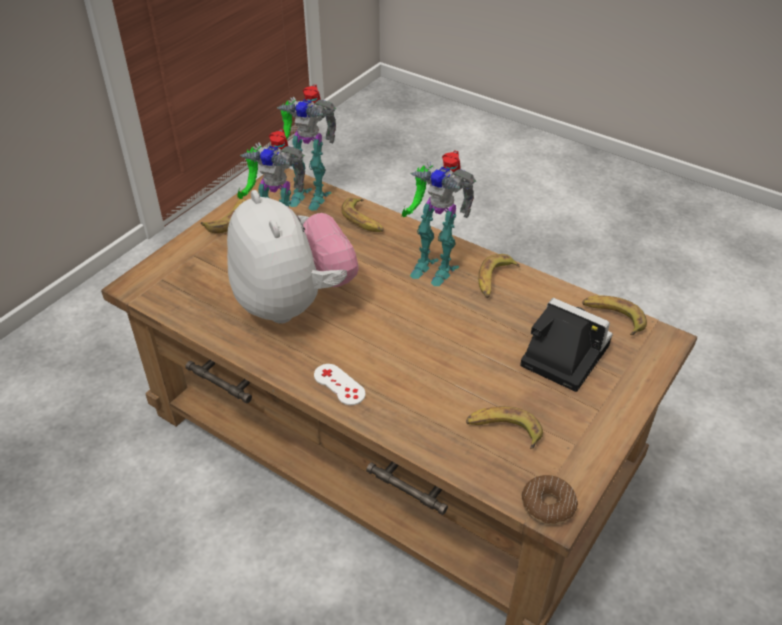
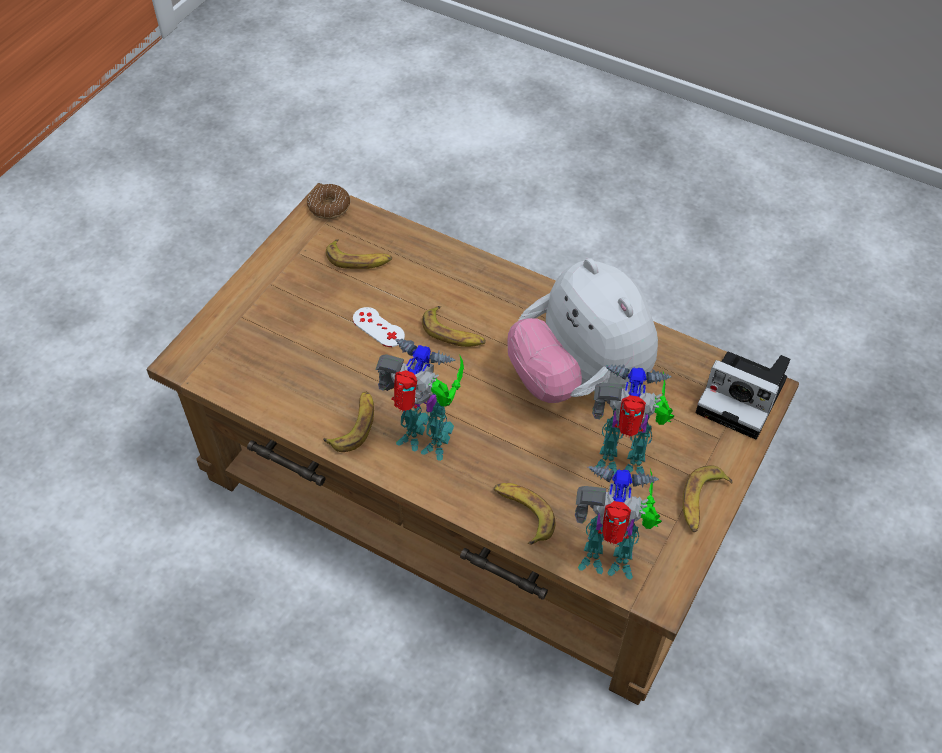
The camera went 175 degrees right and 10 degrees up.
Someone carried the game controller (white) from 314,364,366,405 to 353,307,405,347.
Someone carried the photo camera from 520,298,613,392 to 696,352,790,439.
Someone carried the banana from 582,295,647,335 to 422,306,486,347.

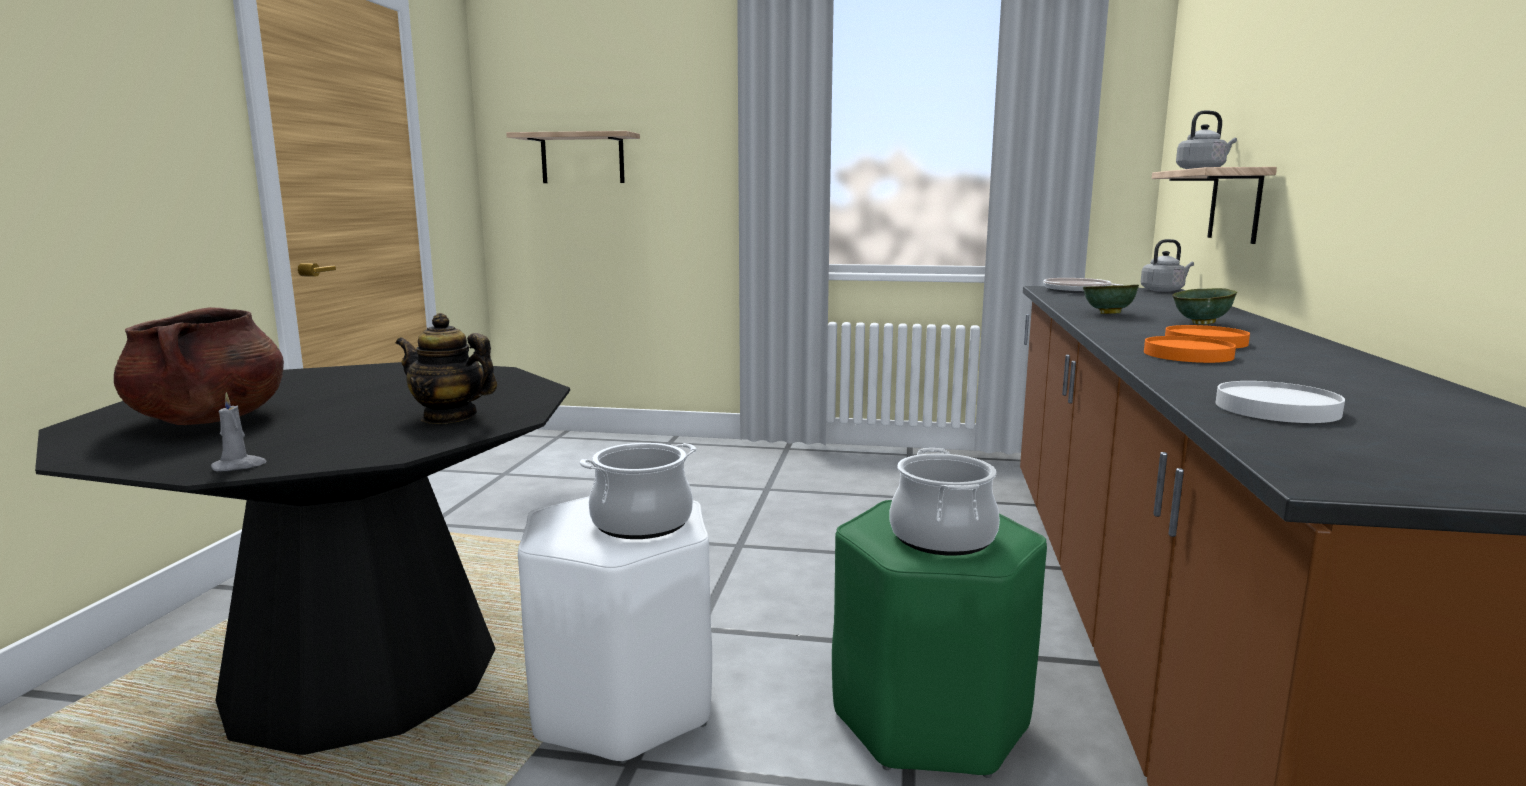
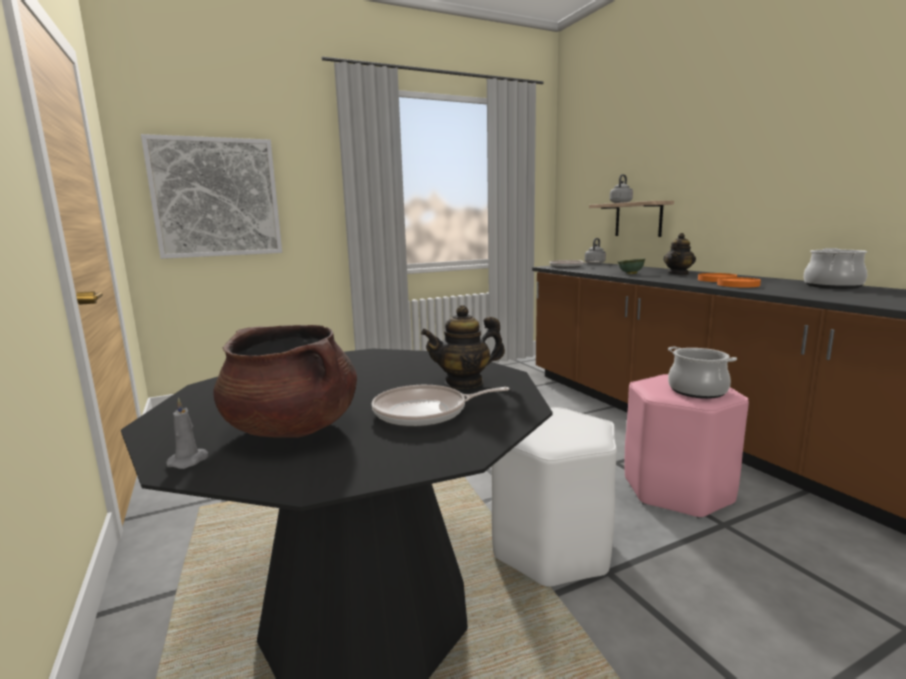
The camera went 35 degrees left and 0 degrees up.
Someone took away the plate (white) at 1216,381,1345,423.
Someone put down the frying pan at 371,385,510,427.
Someone carried the candle (grey) from 211,392,267,472 to 166,397,208,469.
Someone carried the cooking pot from 579,443,696,539 to 803,248,867,289.
Someone swapped the shelf at 506,131,640,183 for the picture at 141,134,282,259.
Someone swapped the bowl (green) at 1172,288,1237,324 for the teapot at 663,233,696,275.
Someone repainted the stool (green) at 832,500,1047,778, which became the stool (pink) at 625,374,749,519.

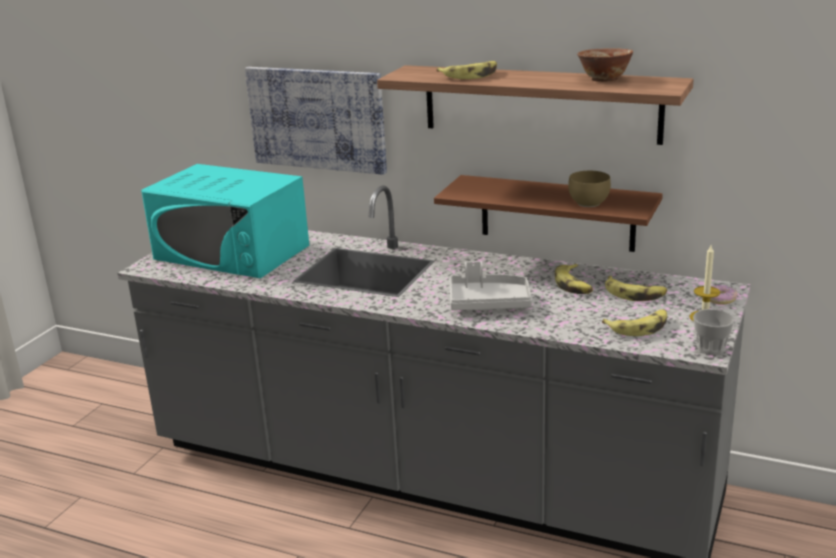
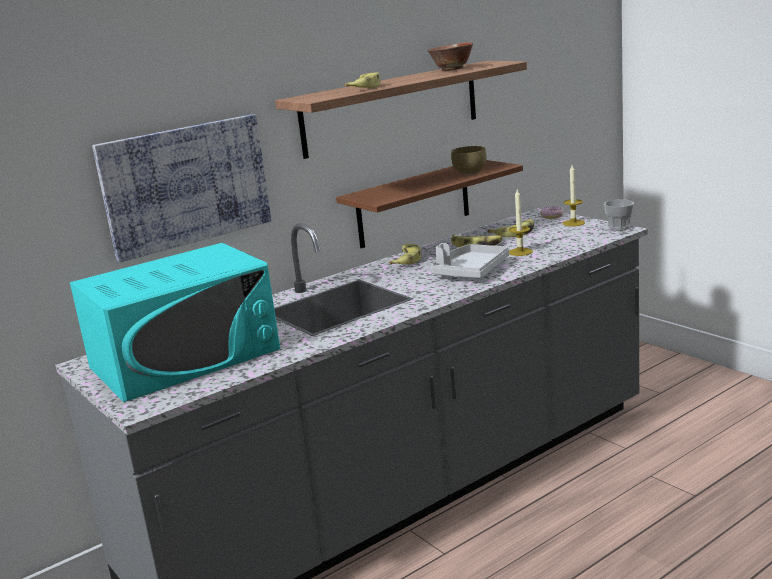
The camera went 60 degrees left and 5 degrees down.
Someone put down the candle at 509,189,533,256.
Someone carried the banana from 602,310,667,336 to 389,244,421,265.

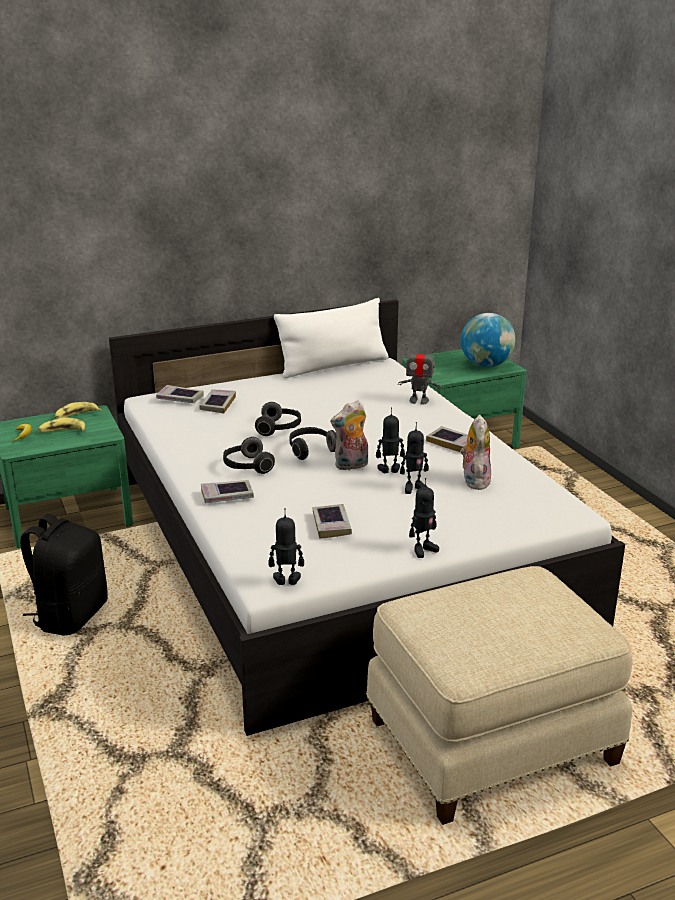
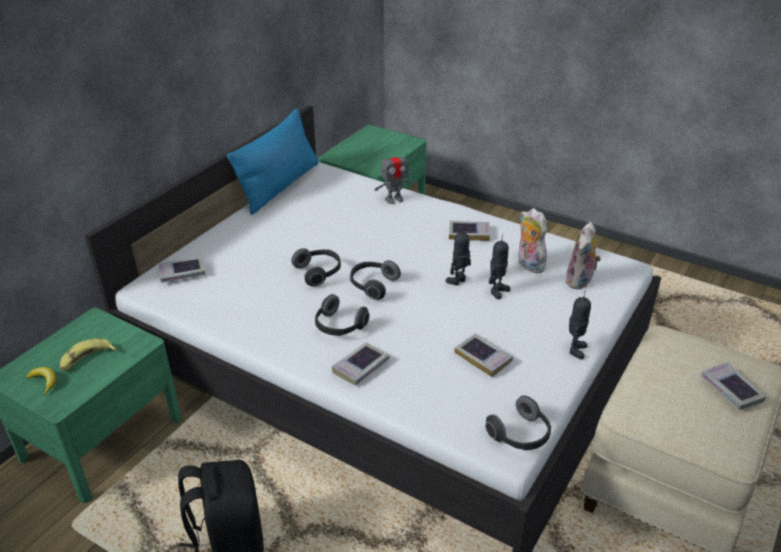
The camera went 35 degrees left and 10 degrees up.
Someone took away the banana at 55,402,102,419.
Someone took away the globe at 461,313,516,367.
Someone carried the book from 199,390,236,413 to 701,362,766,410.
Someone carried the plush toy from 330,400,368,471 to 565,222,601,290.
Someone swapped the toy robot at 268,508,304,585 for the headphones at 485,395,551,450.
Someone repainted the pillow (white) at 274,298,389,378, which became the pillow (blue) at 227,108,319,215.

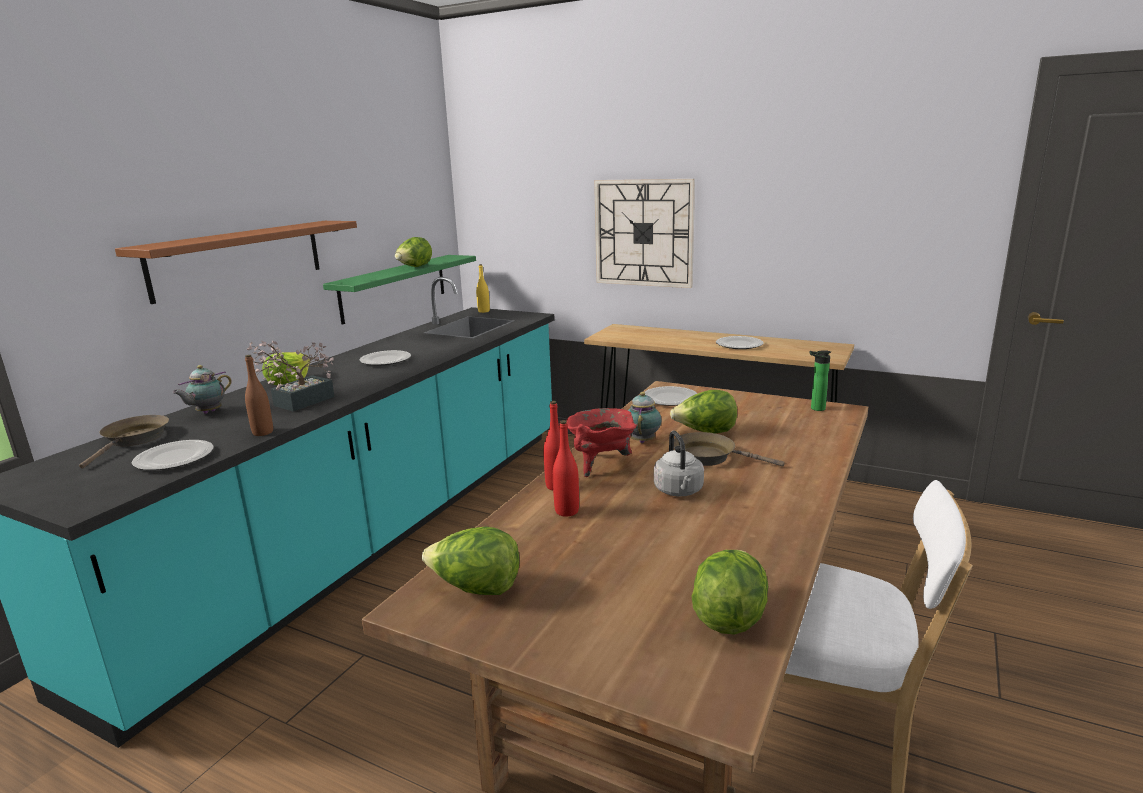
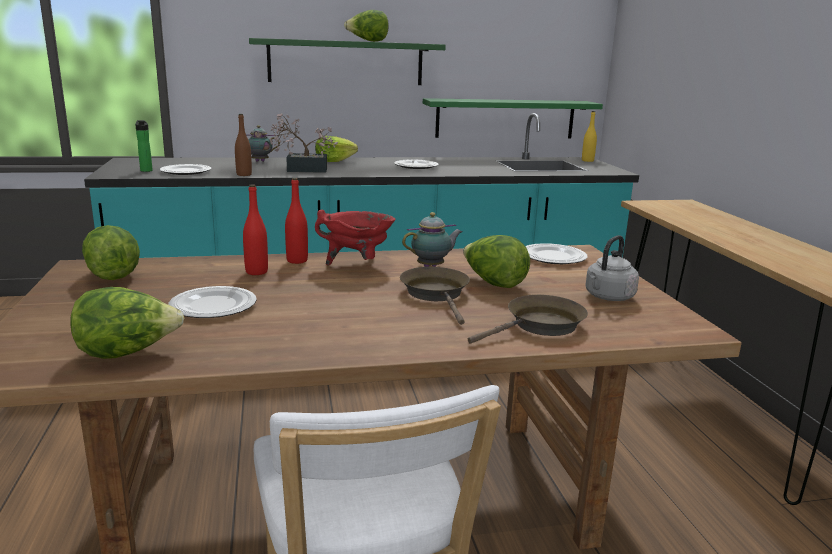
The camera went 50 degrees right and 0 degrees up.
Someone took away the wall clock at 594,179,695,288.
Someone carried the frying pan (brown) from 79,415,169,469 to 468,295,588,344.
Someone carried the lettuce from 395,237,432,267 to 344,10,389,42.
Someone carried the kettle (grey) from 654,431,704,496 to 586,235,639,301.
Someone carried the plate from 716,336,764,349 to 168,286,257,318.
Someone carried the bottle from 810,350,831,411 to 135,120,153,172.
Someone repainted the shelf (brown) at 115,221,357,304, which became the shelf (green) at 249,38,446,85.

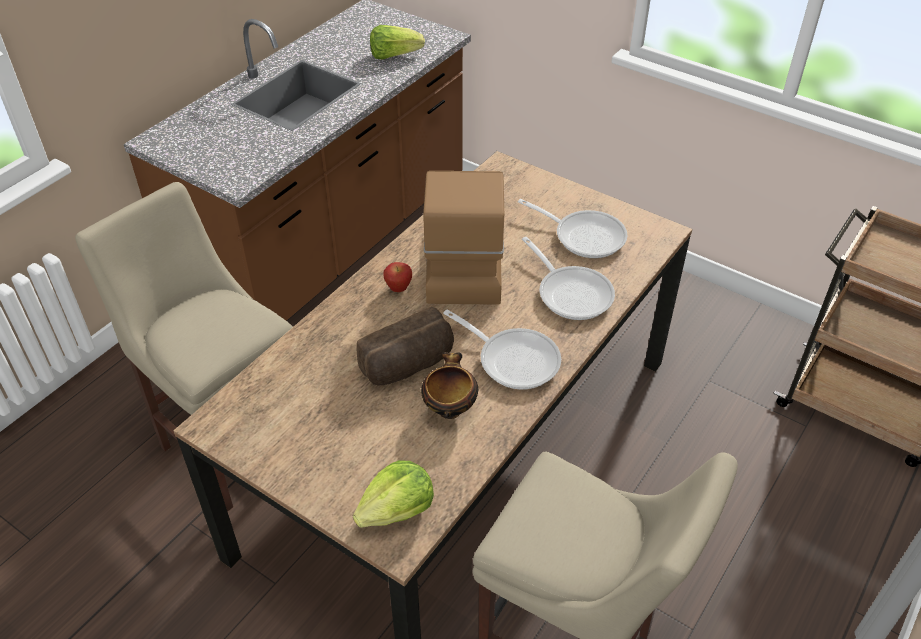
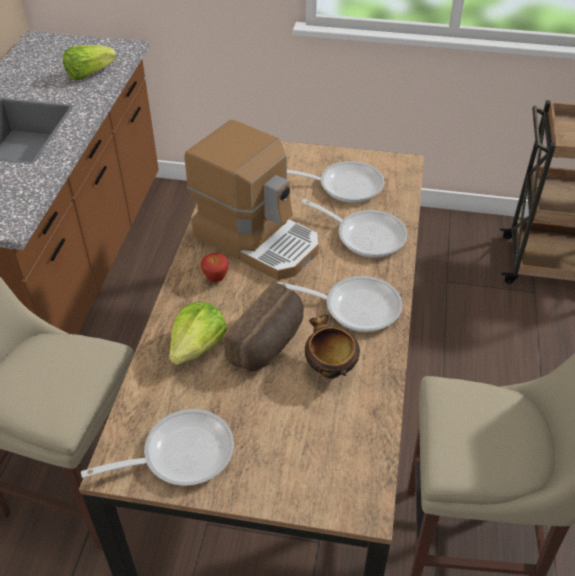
The camera went 25 degrees left and 0 degrees up.
Someone put down the frying pan at 81,409,234,486.
Someone carried the lettuce from 353,460,434,528 to 169,302,227,365.
Someone rotated the coffee machine at 423,171,504,305 by 150 degrees clockwise.

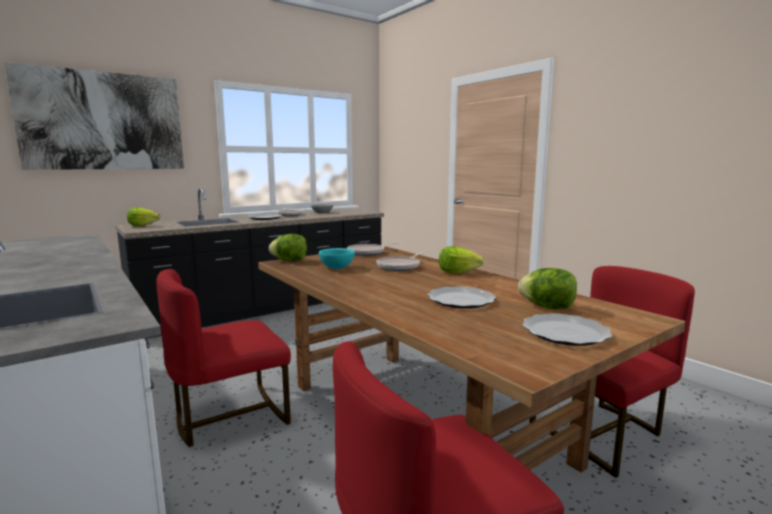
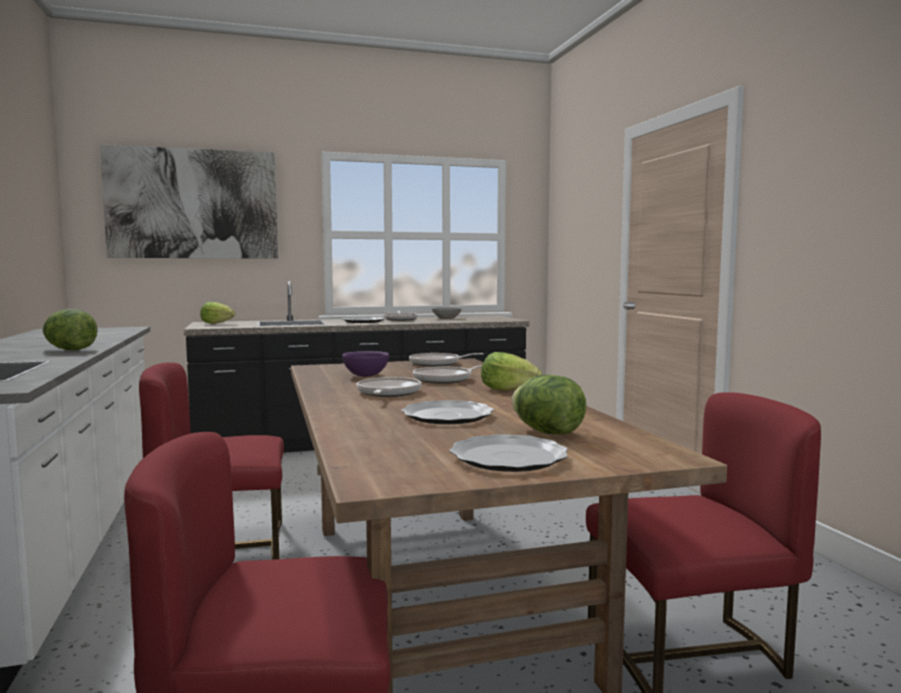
The camera went 20 degrees right and 5 degrees down.
Someone put down the frying pan at 356,377,422,397.
Someone carried the lettuce from 269,234,307,261 to 42,309,98,350.
Someone repainted the bowl (turquoise) at 319,248,355,269, which became the bowl (purple) at 342,351,389,377.

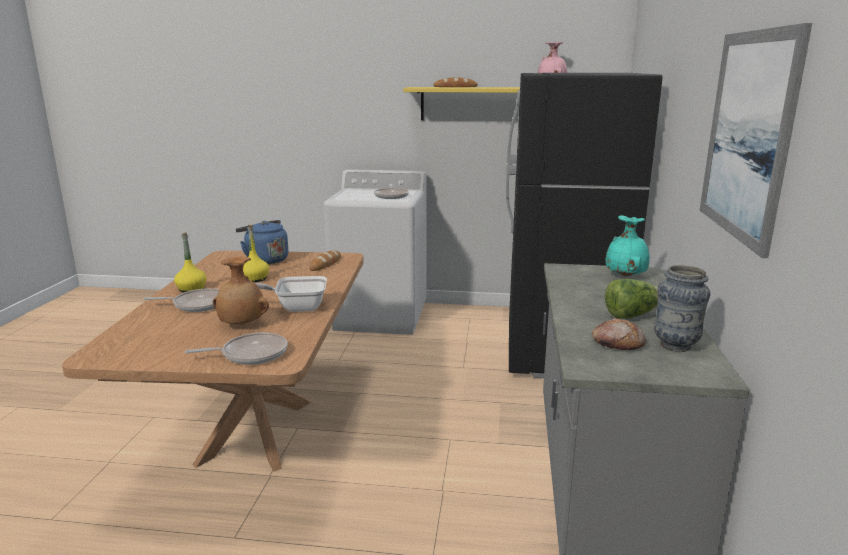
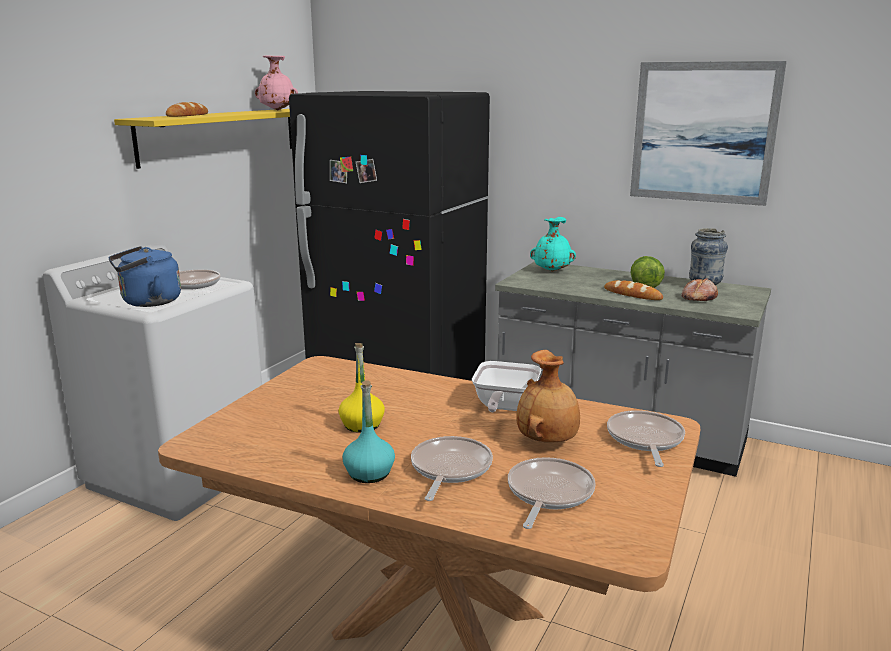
The camera went 70 degrees left and 0 degrees up.
Someone put down the frying pan at 508,457,596,529.
Someone carried the kettle (blue) from 236,220,289,264 to 109,246,181,307.
Someone carried the bread from 309,250,341,271 to 604,280,663,300.
Someone repainted the bottle (yellow) at 174,233,207,293, which became the bottle (turquoise) at 343,380,395,483.

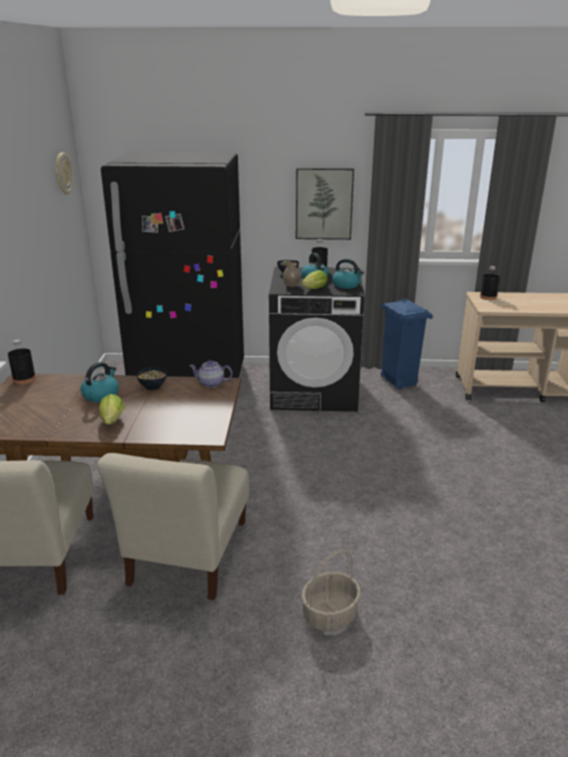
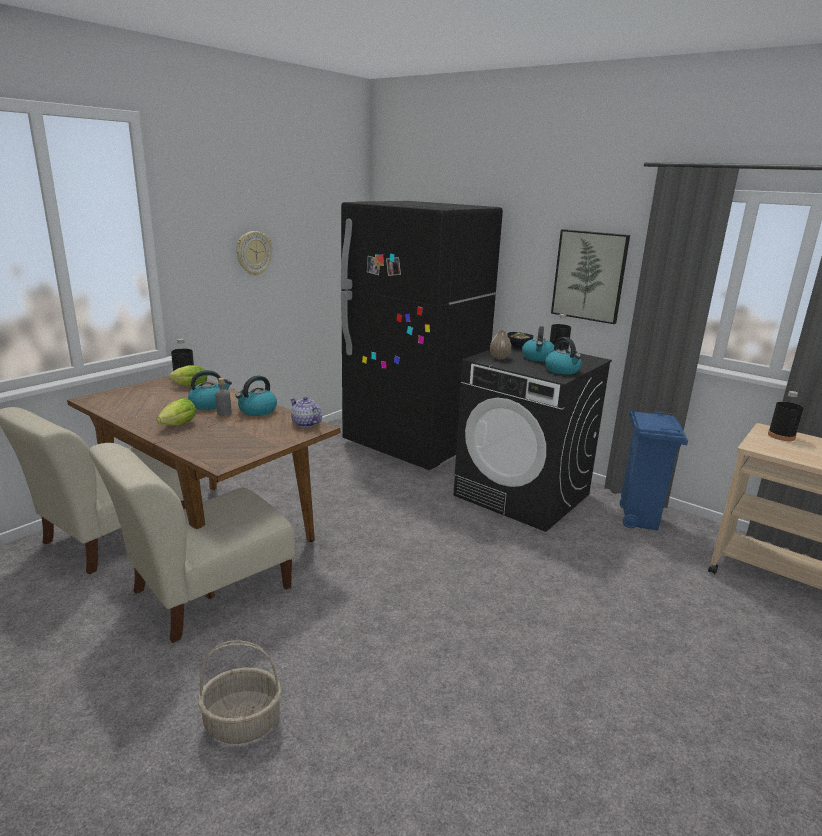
The camera went 35 degrees right and 5 degrees down.
Someone put down the bottle (grey) at 216,378,232,416.
Someone carried the wall clock from 55,153,73,195 to 236,231,272,276.
Someone carried the lettuce from 302,270,328,289 to 169,365,207,387.
Someone swapped the bowl at 137,367,167,390 for the kettle at 235,376,277,416.

